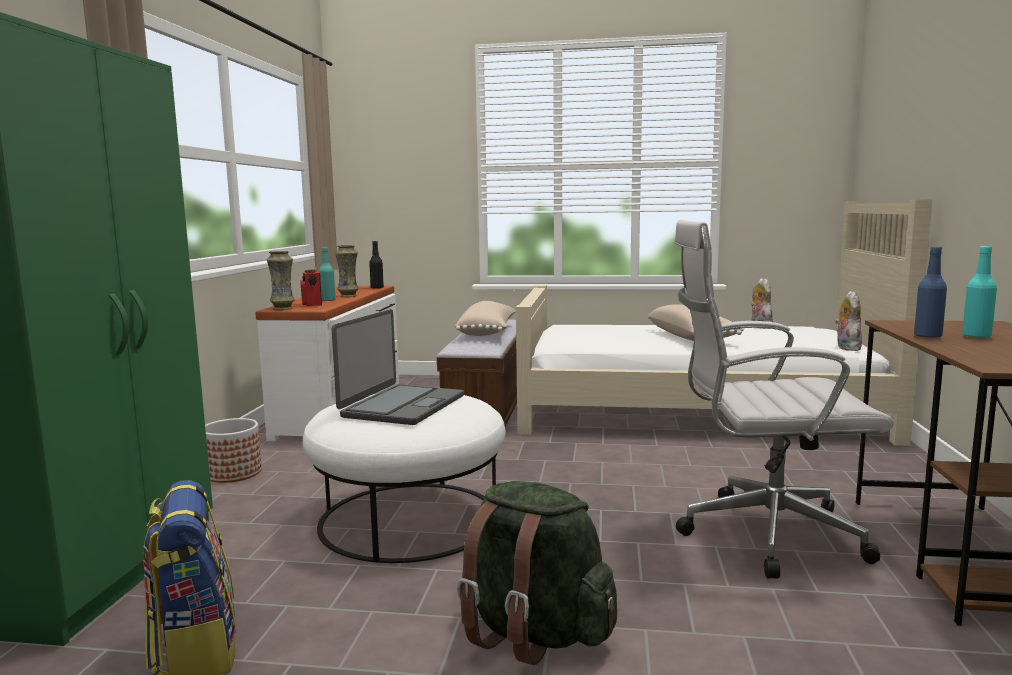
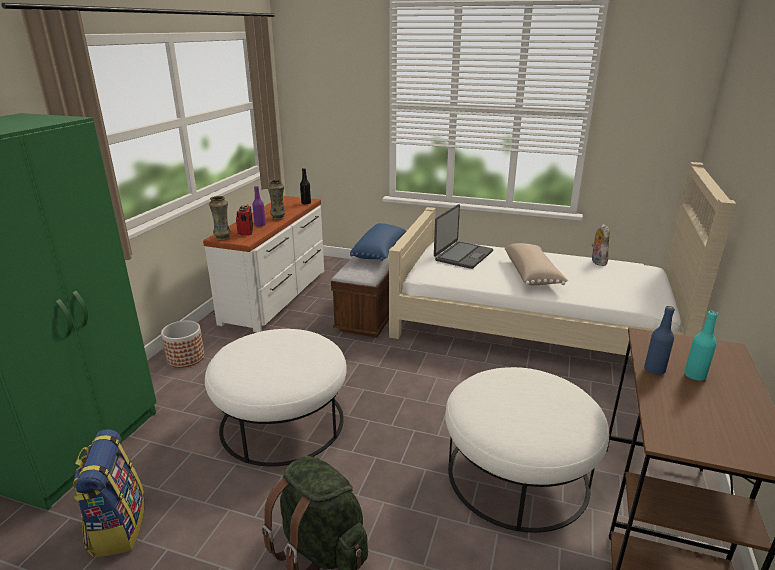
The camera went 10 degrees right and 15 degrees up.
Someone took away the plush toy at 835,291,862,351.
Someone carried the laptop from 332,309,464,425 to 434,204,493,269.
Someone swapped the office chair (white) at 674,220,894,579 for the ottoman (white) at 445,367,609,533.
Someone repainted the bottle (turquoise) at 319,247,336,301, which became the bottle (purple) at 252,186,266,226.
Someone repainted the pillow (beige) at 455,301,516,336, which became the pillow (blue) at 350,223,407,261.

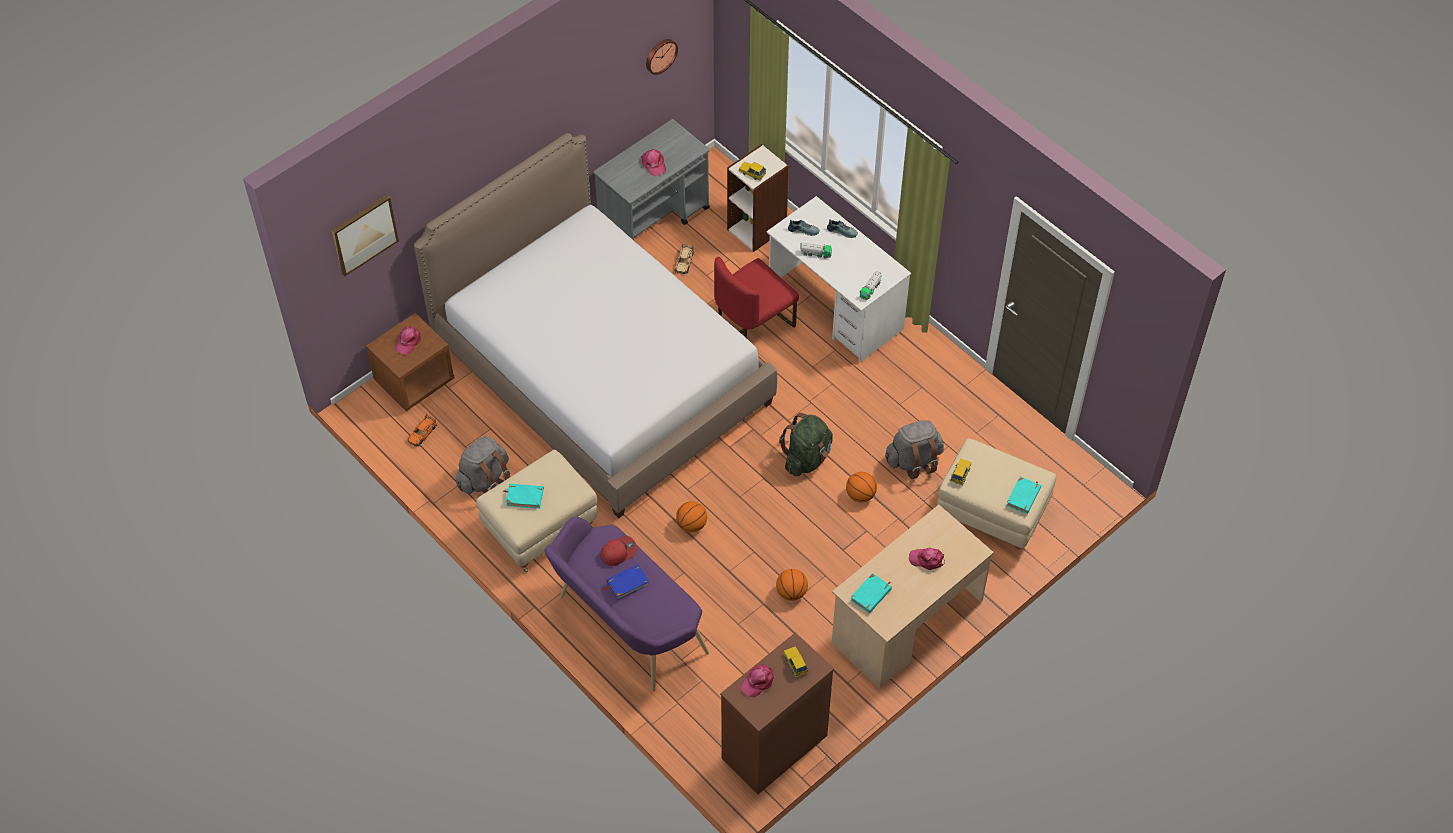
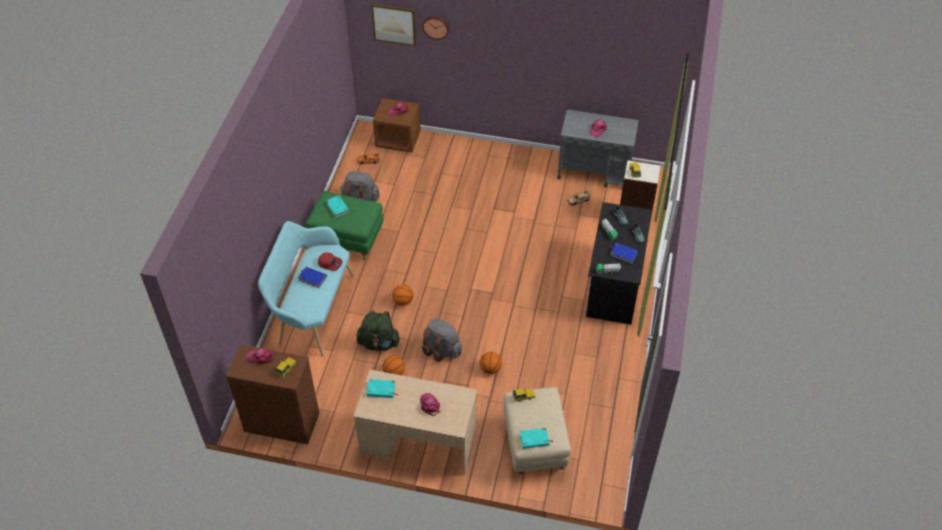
The camera went 55 degrees right and 5 degrees down.
Someone took away the bed at 414,133,777,519.
Someone took away the chair (red) at 714,257,799,338.
Someone put down the book (blue) at 610,243,638,264.
Someone carried the wall clock from 646,39,678,75 to 422,16,449,40.
Someone carried the backpack (green) from 779,413,833,476 to 356,311,400,351.
Someone carried the backpack (grey) from 885,420,944,479 to 422,318,462,362.
Someone repainted the ottoman (beige) at 476,450,598,573, which became the ottoman (green) at 306,191,383,260.
Someone repainted the bench (purple) at 544,517,709,691, which became the bench (turquoise) at 258,221,354,356.
Someone repainted the desk (white) at 767,196,911,362, which became the desk (black) at 586,202,652,325.

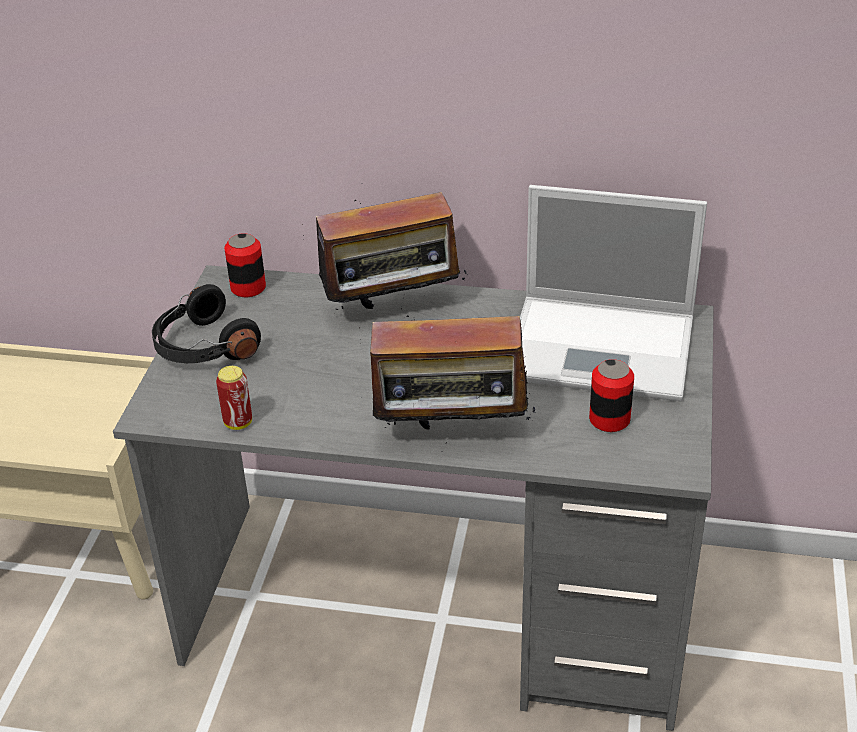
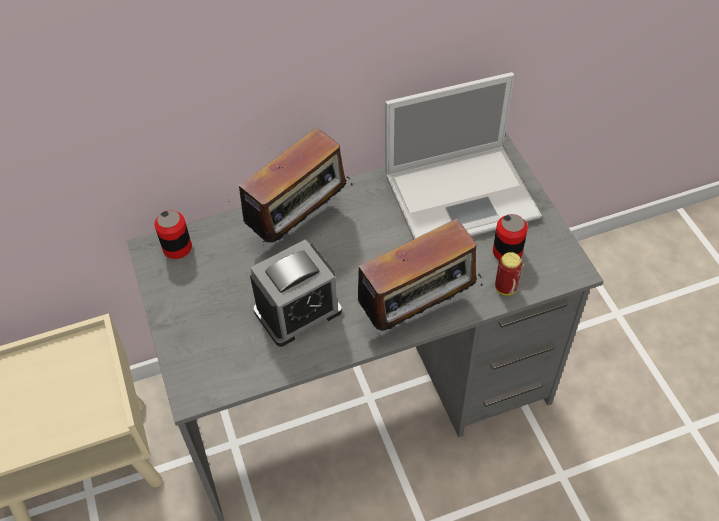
The camera went 30 degrees left and 15 degrees up.
Someone took away the headphones (black) at 152,284,261,363.
Someone put down the alarm clock at 250,239,342,347.
Someone carried the can from 216,366,252,430 to 495,252,523,295.

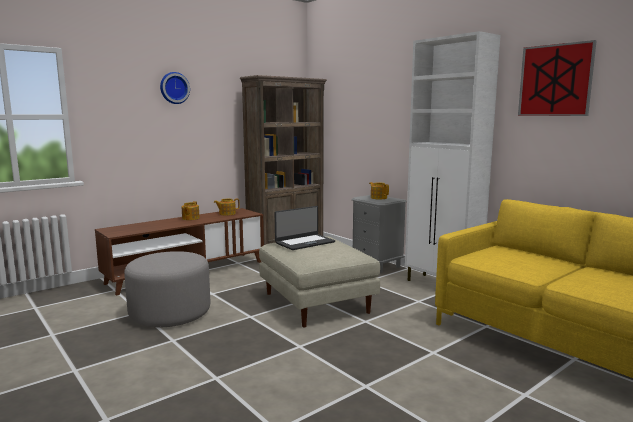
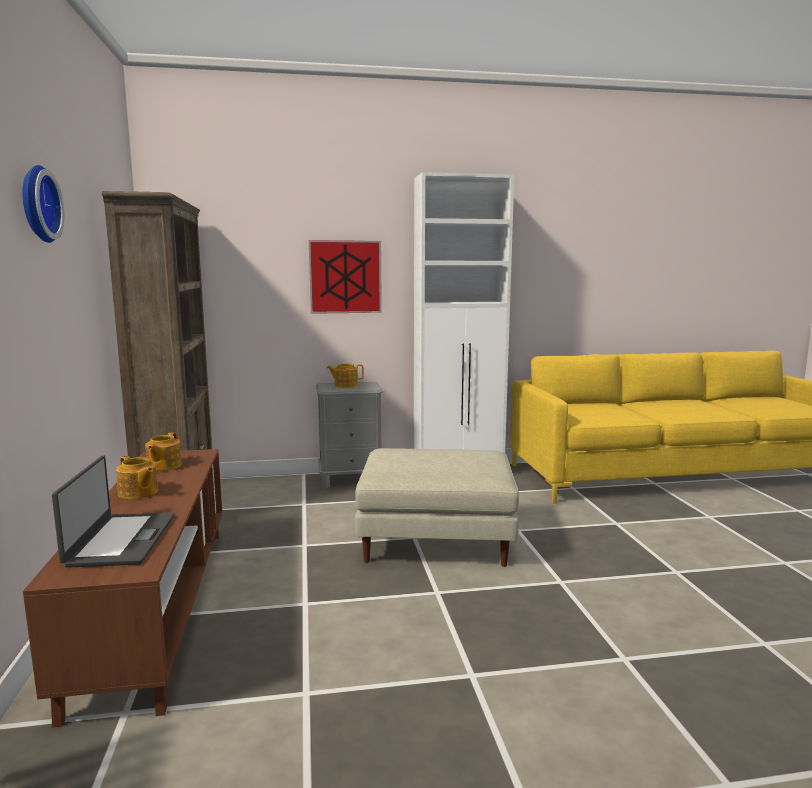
The camera went 60 degrees left and 0 degrees up.
Someone took away the ottoman (grey) at 124,251,210,327.
Someone carried the laptop from 275,206,335,250 to 52,456,175,568.
Someone carried the picture from 518,40,597,116 to 309,240,382,314.

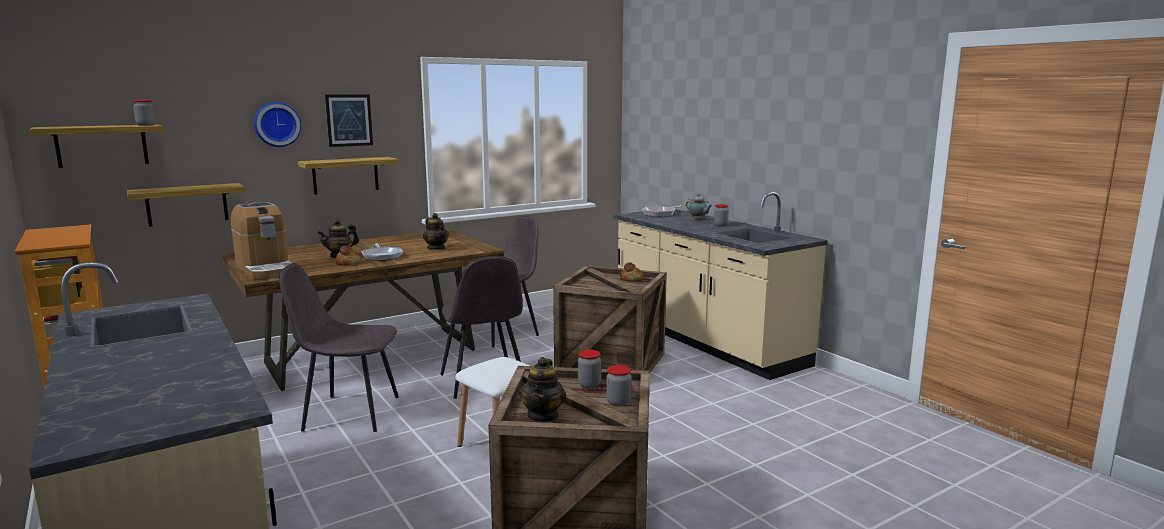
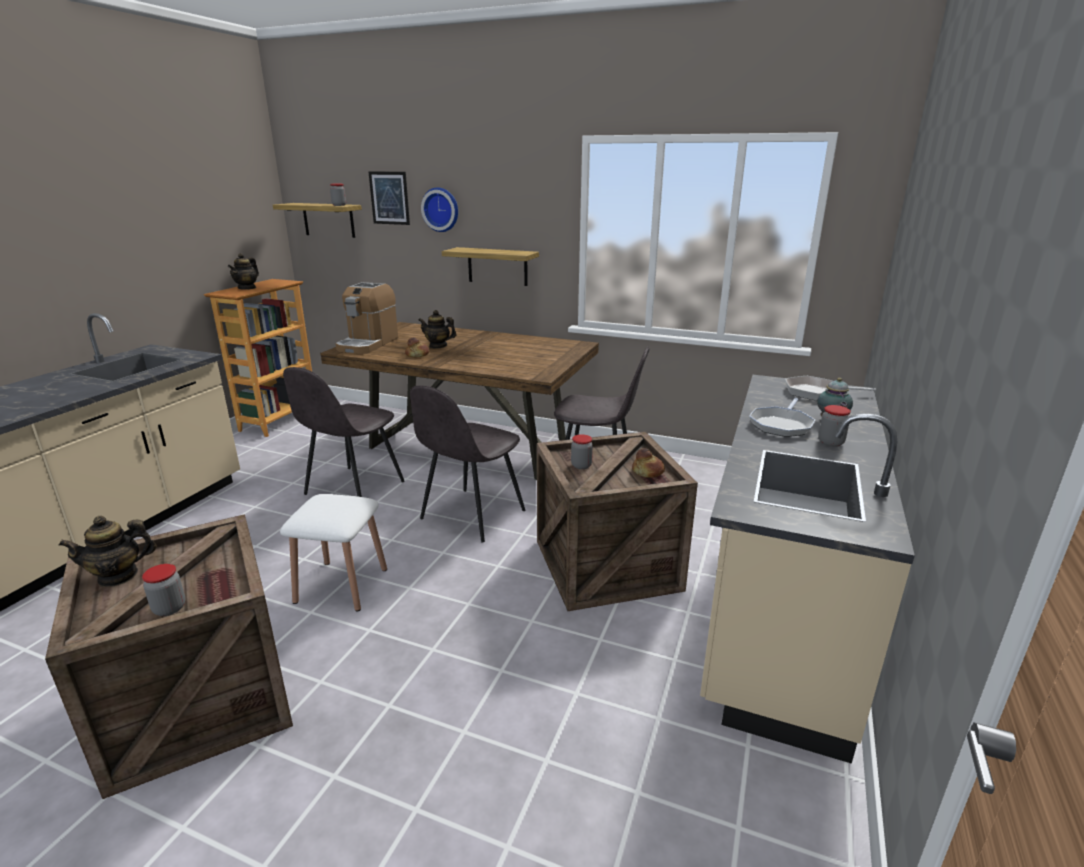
The camera went 55 degrees right and 10 degrees up.
Someone took away the shelf at 127,183,245,227.
Someone carried the picture from 325,94,373,147 to 368,171,410,225.
Someone carried the frying pan from 361,243,403,261 to 749,398,815,437.
Someone carried the teapot from 423,213,449,250 to 228,253,259,290.
Someone carried the jar from 578,350,601,388 to 571,434,593,469.
Someone rotated the chair (grey) at 279,263,399,432 by 120 degrees counterclockwise.

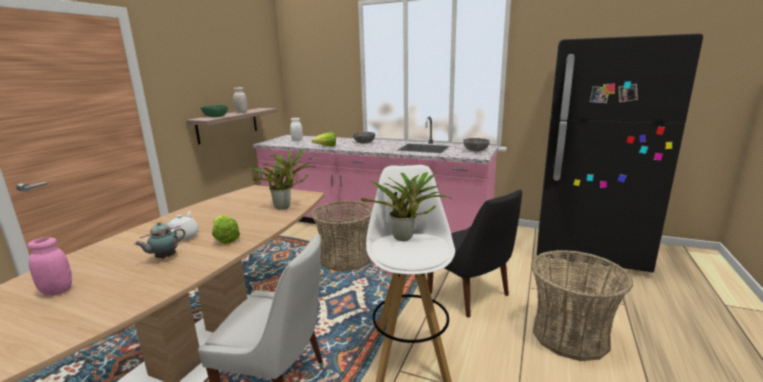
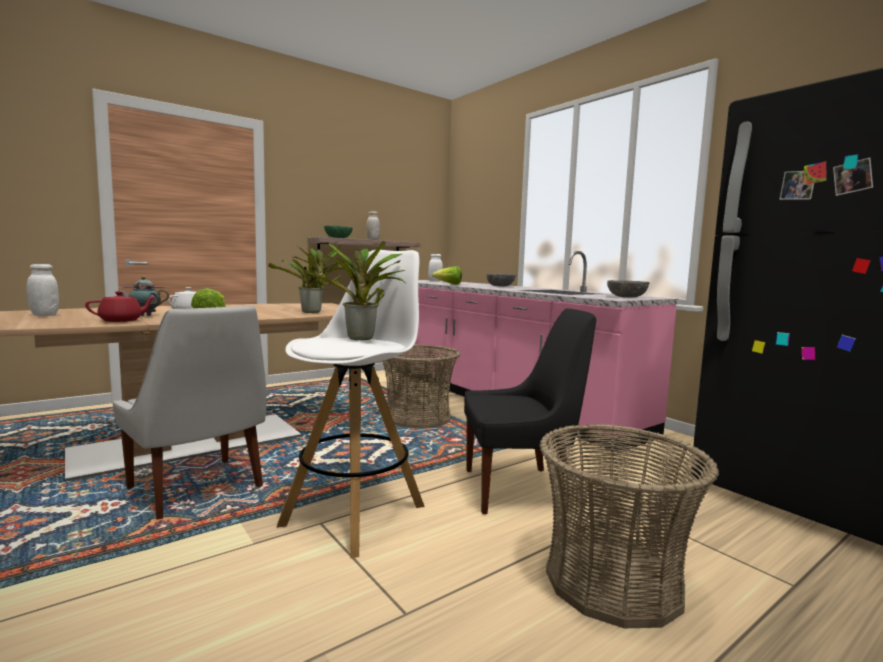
The camera went 30 degrees right and 10 degrees down.
Someone put down the teapot (red) at 85,291,156,322.
Someone repainted the jar (pink) at 27,237,72,296, which became the jar (white) at 27,264,59,316.
Someone rotated the chair (black) at 427,190,522,318 by 90 degrees counterclockwise.

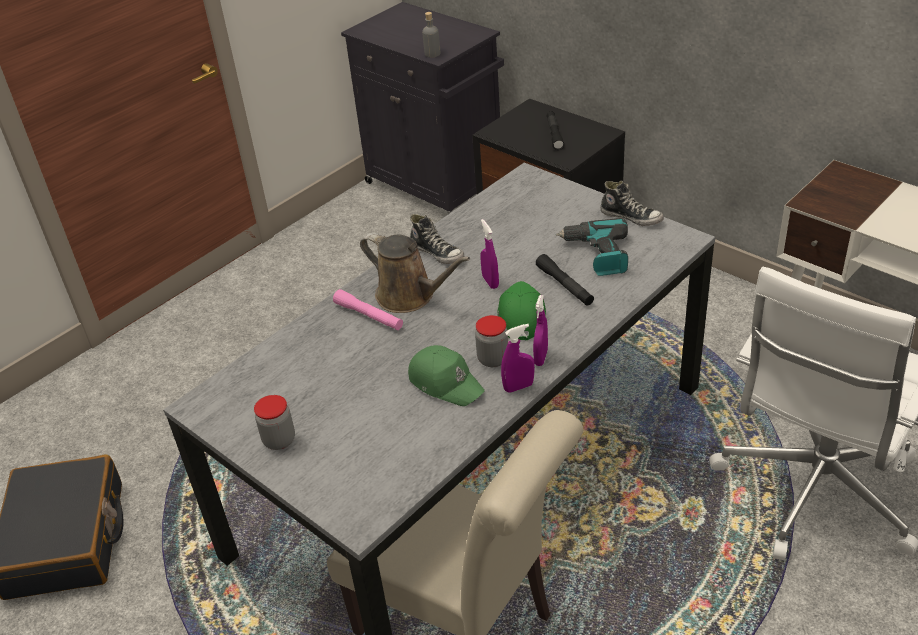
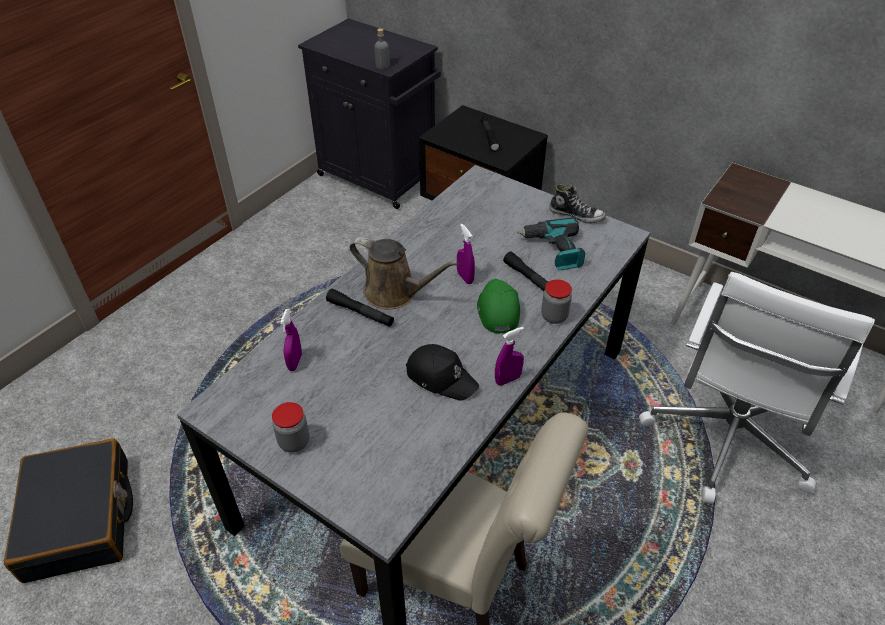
The camera went 10 degrees left and 5 degrees up.
Someone took away the shoe at 410,214,465,264.
Someone carried the jar from 475,315,508,367 to 541,279,572,324.
Someone carried the spray bottle (purple) from 533,295,548,366 to 280,309,302,371.
Someone repainted the flashlight (pink) at 333,289,403,330, which became the flashlight (black) at 326,289,394,327.
Someone repainted the cap (green) at 408,345,485,406, which became the cap (black) at 406,344,479,401.

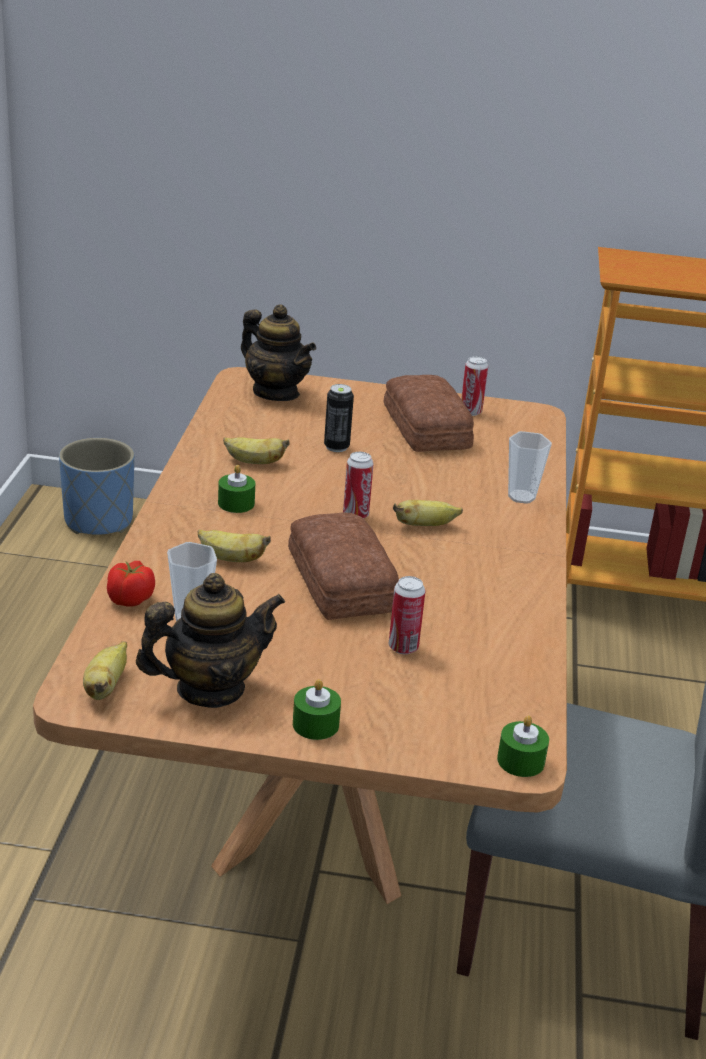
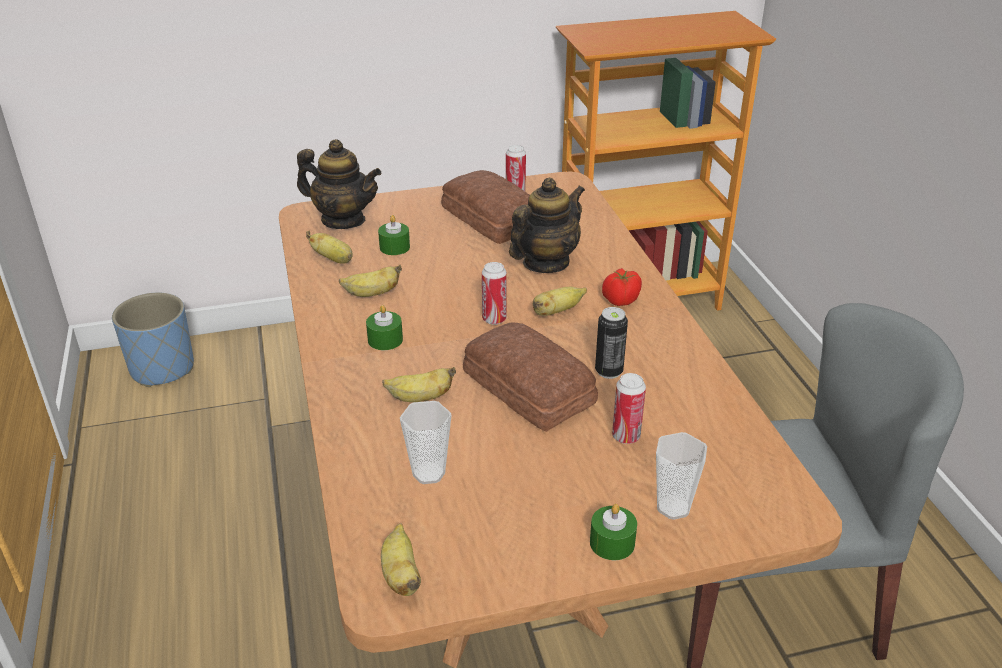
The camera went 20 degrees left and 5 degrees up.
Someone put down the banana at 306,231,353,264.
Someone carried the tomato from 107,561,155,607 to 602,268,642,306.
Someone carried the teapot from 136,573,285,708 to 509,178,585,273.
Someone carried the can from 324,384,354,452 to 595,307,628,379.
Someone carried the candle (green) from 497,715,549,777 to 378,215,410,255.
Someone carried the cup from 508,431,552,504 to 656,432,707,520.

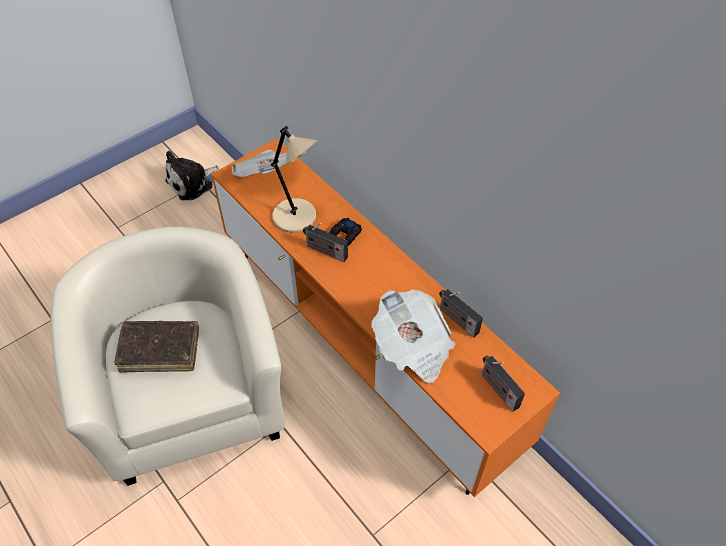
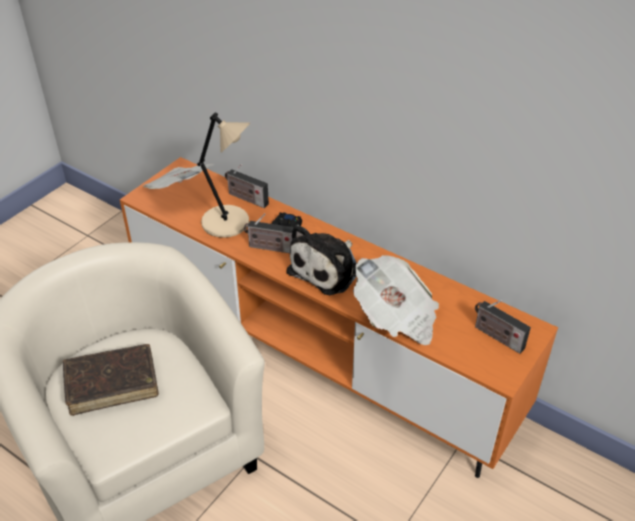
The camera went 15 degrees left and 10 degrees down.
Someone carried the plush toy from 165,151,219,200 to 287,224,357,295.
Someone carried the radio from 439,289,483,338 to 225,164,269,208.

